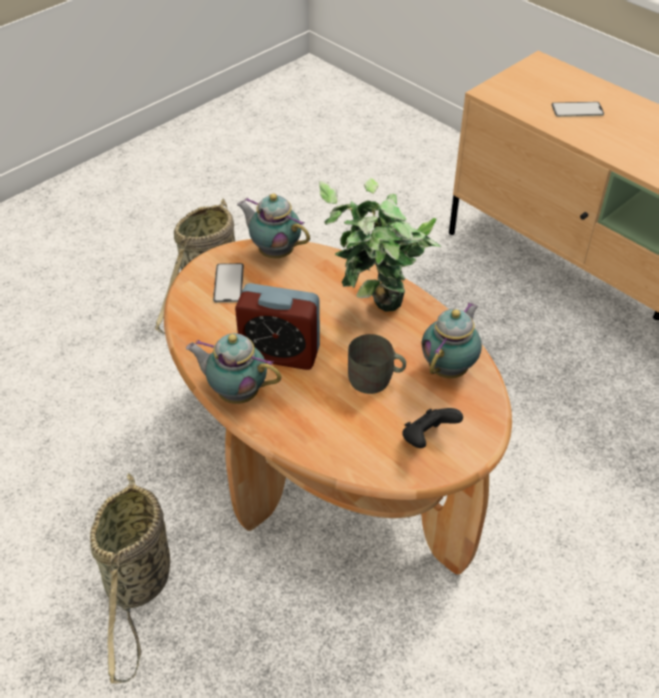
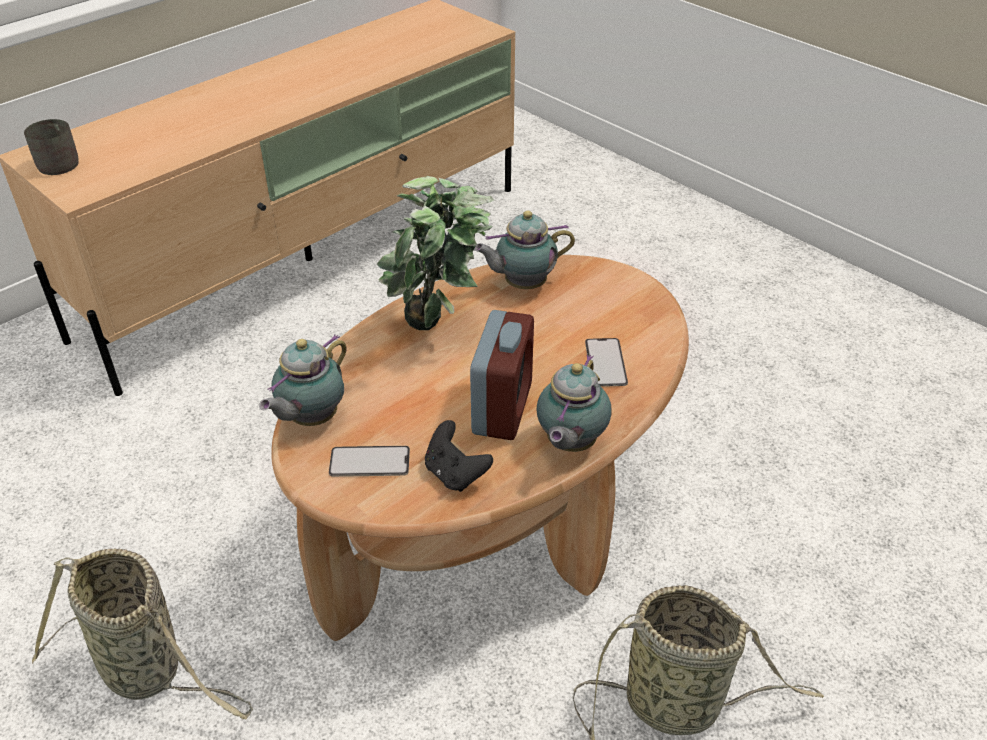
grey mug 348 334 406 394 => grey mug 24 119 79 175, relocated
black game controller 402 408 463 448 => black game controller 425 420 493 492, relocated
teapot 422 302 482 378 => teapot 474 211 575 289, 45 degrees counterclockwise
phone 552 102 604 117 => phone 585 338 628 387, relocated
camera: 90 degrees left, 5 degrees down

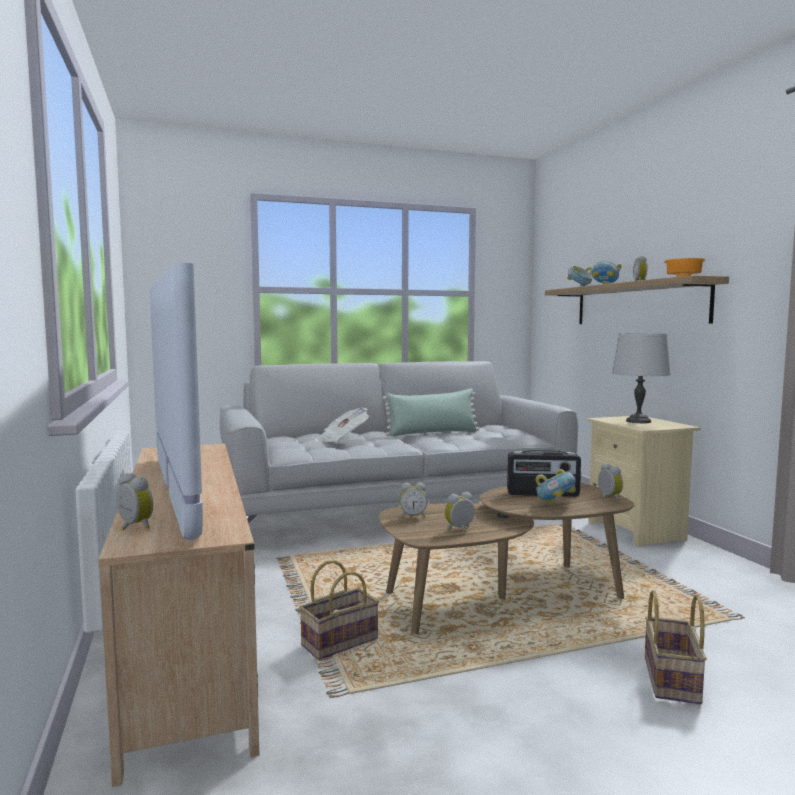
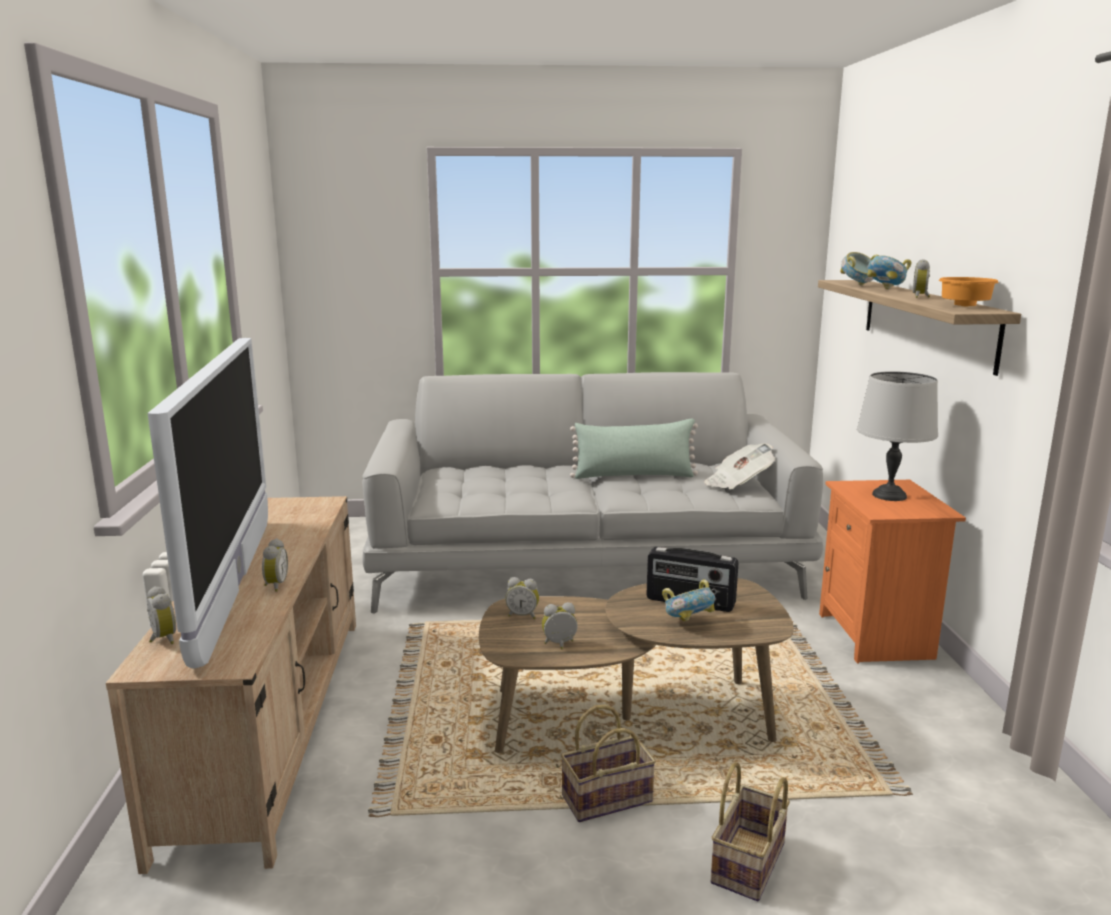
basket 299 560 379 660 => basket 561 704 656 822, relocated
newspaper 315 408 369 442 => newspaper 704 443 775 489, relocated
beige nightstand 587 416 701 547 => orange nightstand 819 480 966 663
alarm clock 598 463 623 501 => alarm clock 262 538 288 592, relocated
camera: 15 degrees right, 10 degrees up

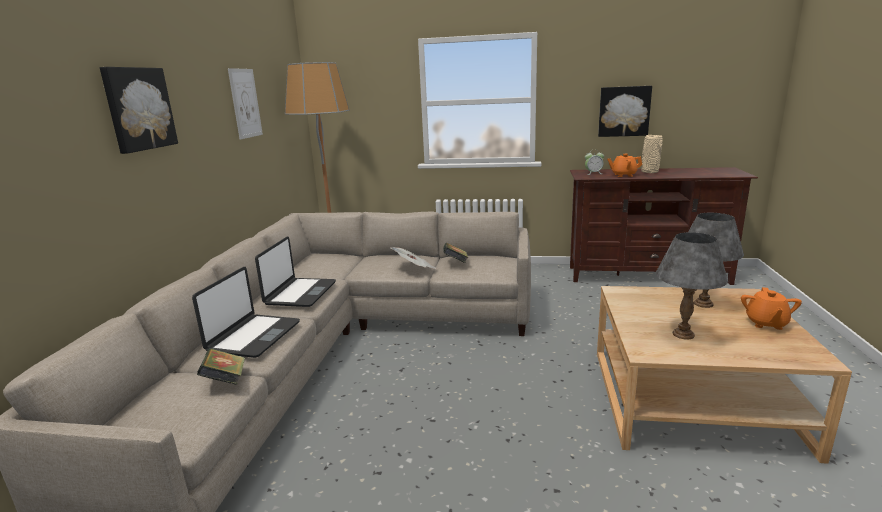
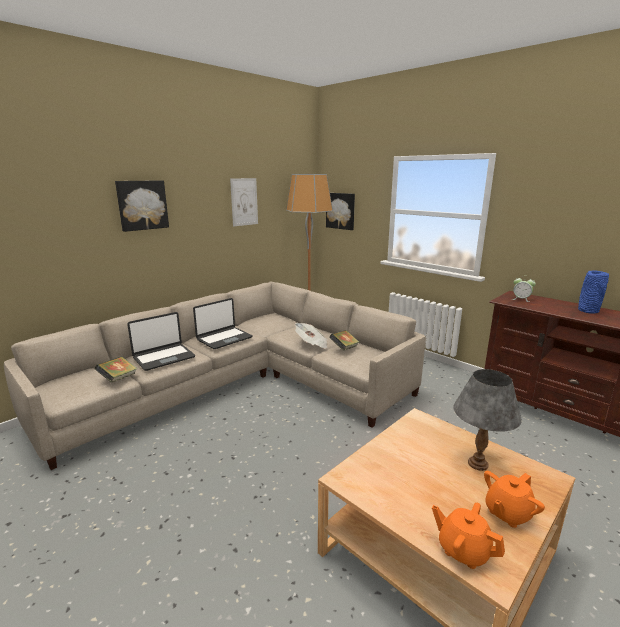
picture 598 86 652 137 => picture 326 193 355 230, relocated
orange teapot 607 154 642 177 => orange teapot 432 503 505 569, relocated
beige vase 641 135 663 173 => blue vase 578 270 609 314
grey table lamp 656 232 728 339 => nothing
camera: 35 degrees right, 0 degrees up

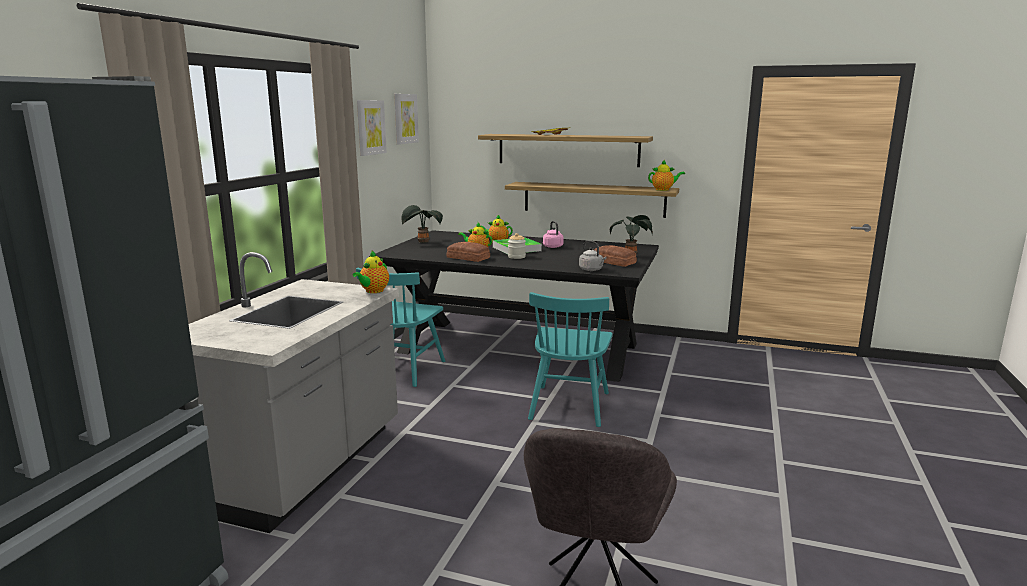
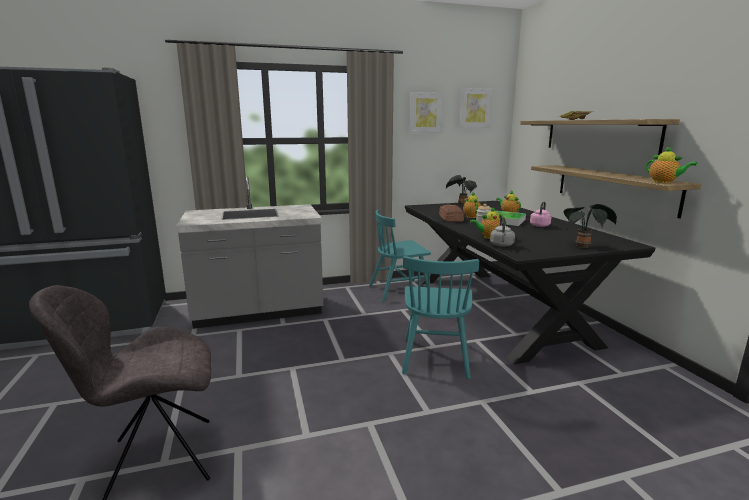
teapot 353 251 389 293 => teapot 470 206 507 239, relocated
turquoise chair 528 292 613 427 => turquoise chair 402 256 479 379, 60 degrees counterclockwise
bread 594 245 637 267 => nothing
camera: 55 degrees right, 0 degrees up

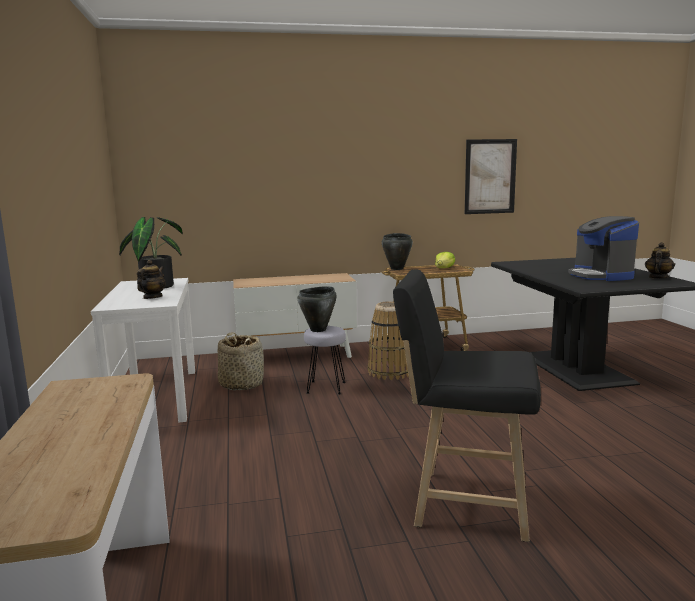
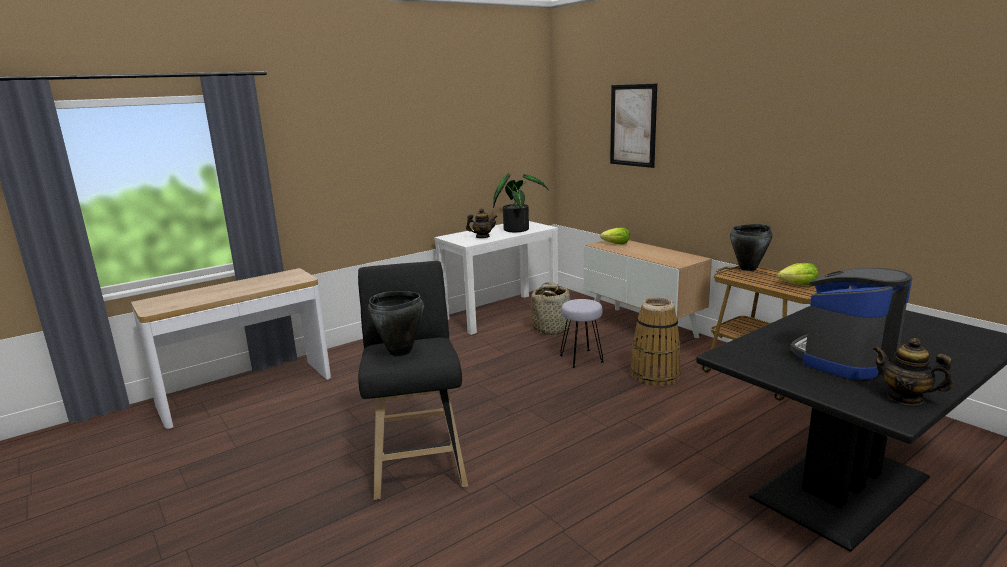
black cooking pot 298 286 337 332 => black cooking pot 368 291 424 356, relocated
picture 465 139 517 214 => picture 610 83 657 168, relocated
teapot 645 242 675 279 => teapot 873 338 953 405, 150 degrees counterclockwise
nothing => lettuce 600 228 629 245
camera: 65 degrees right, 5 degrees up

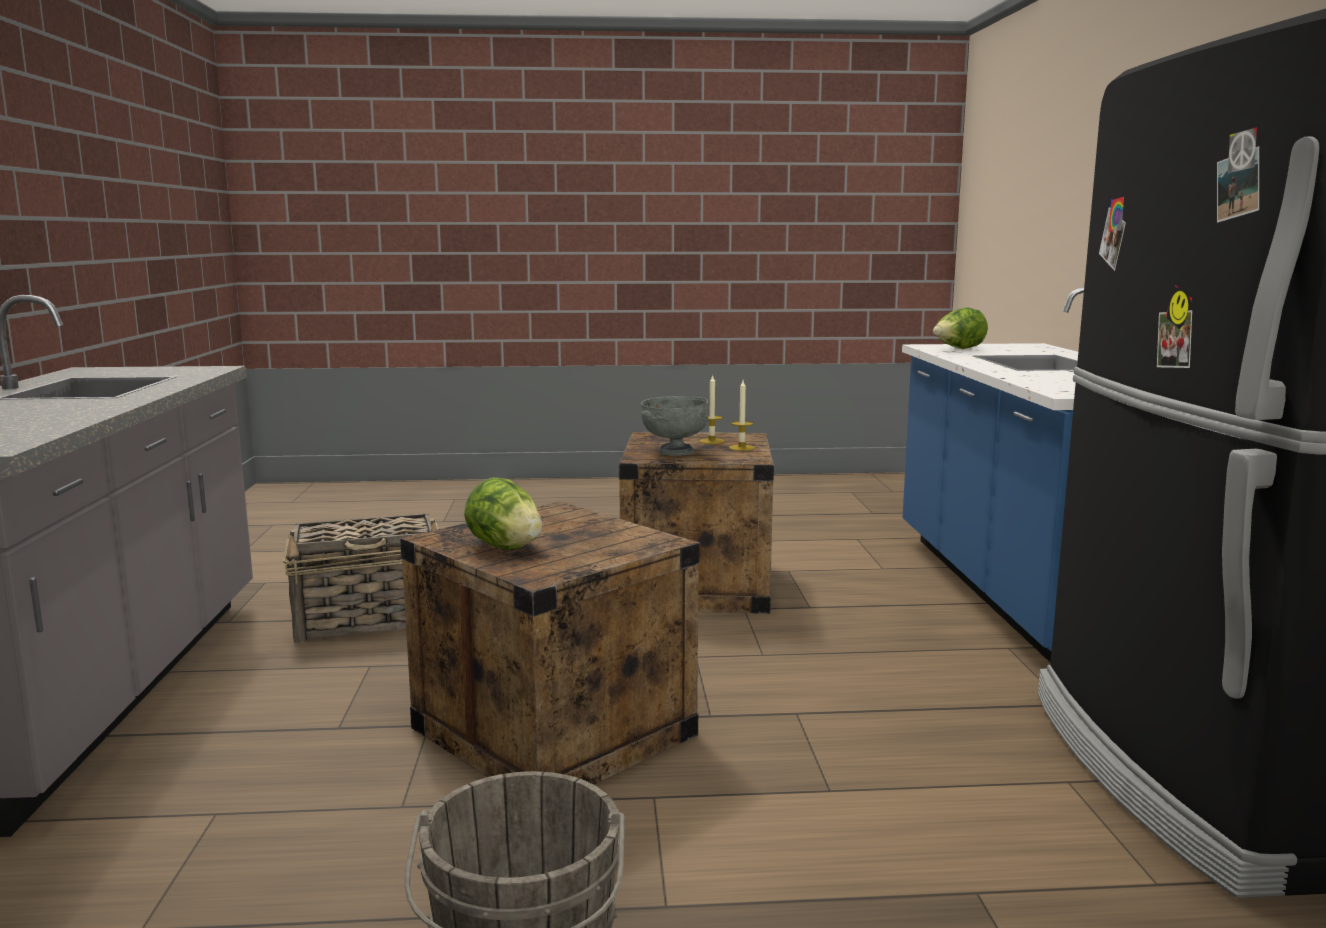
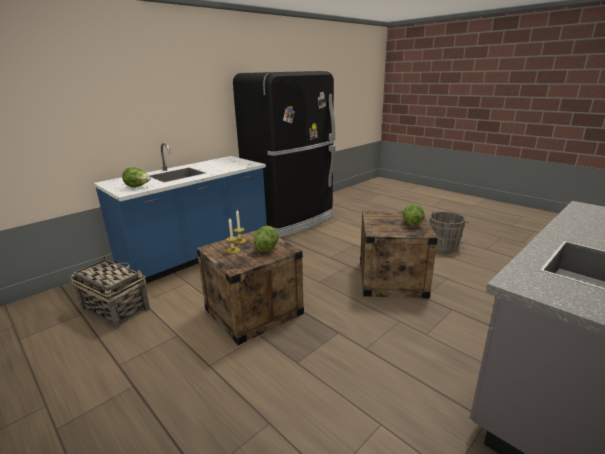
basket 283 513 439 643 => basket 71 255 150 329, relocated
grey bowl 641 396 709 456 => lettuce 254 226 279 252
camera: 130 degrees left, 10 degrees up

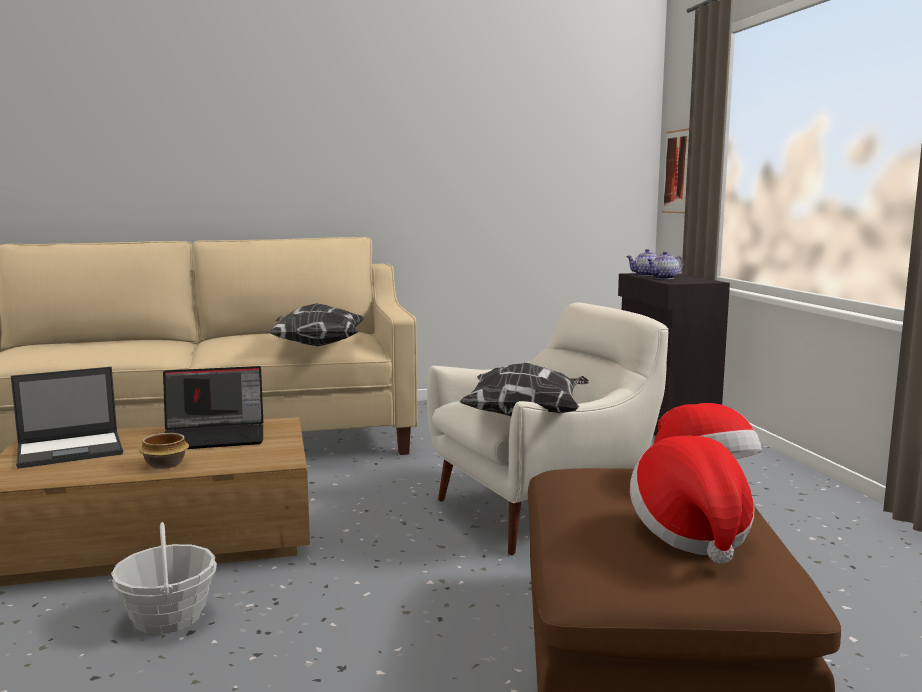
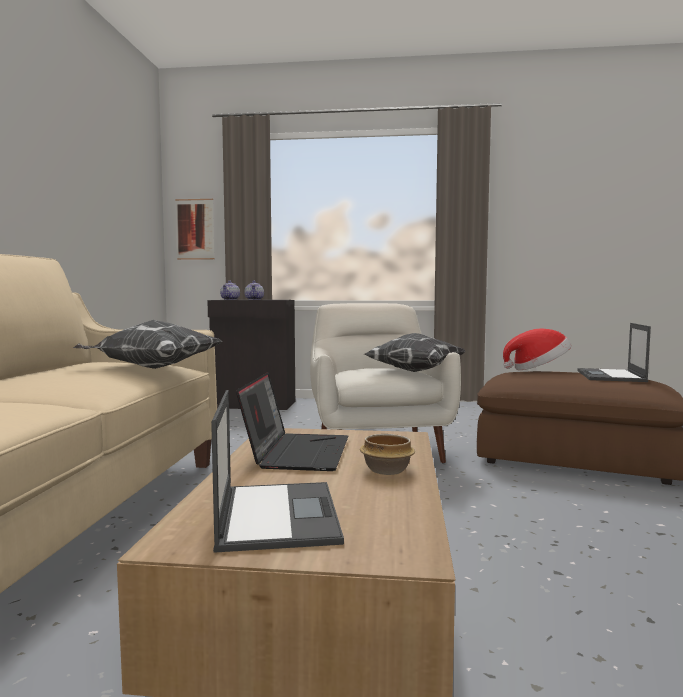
basket 111 522 217 634 => nothing
hat 630 436 755 564 => laptop 578 323 651 382
camera: 70 degrees left, 5 degrees down

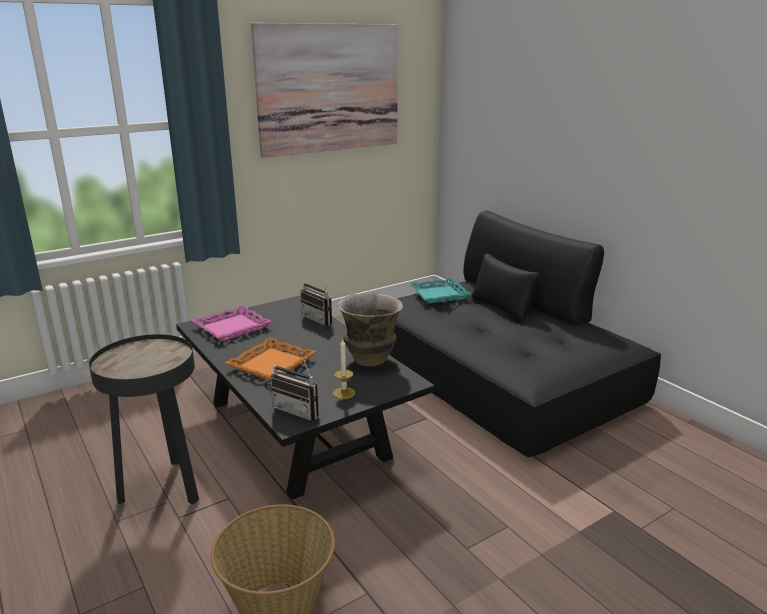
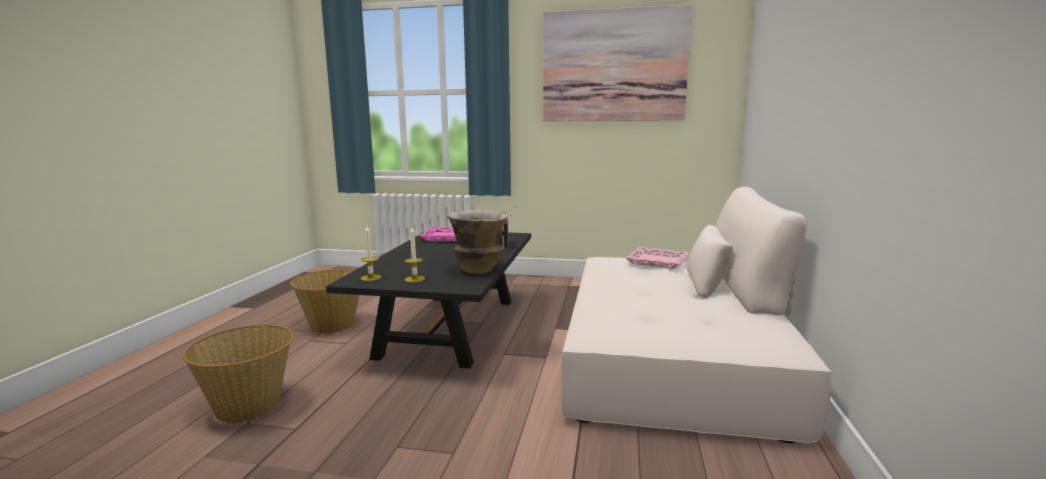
black side table 89 334 199 505 => basket 290 269 359 334
orange tray 225 337 316 381 => nothing
radio 270 351 319 421 => candle 361 226 381 281
black sofa 389 210 661 457 => beige sofa 561 187 831 443
turquoise tray 409 278 472 304 => pink tray 625 247 689 269
camera: 45 degrees right, 10 degrees down

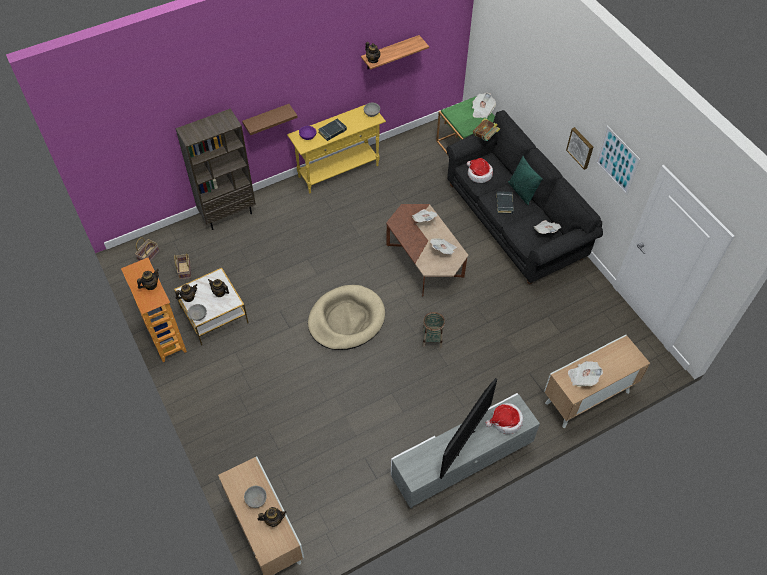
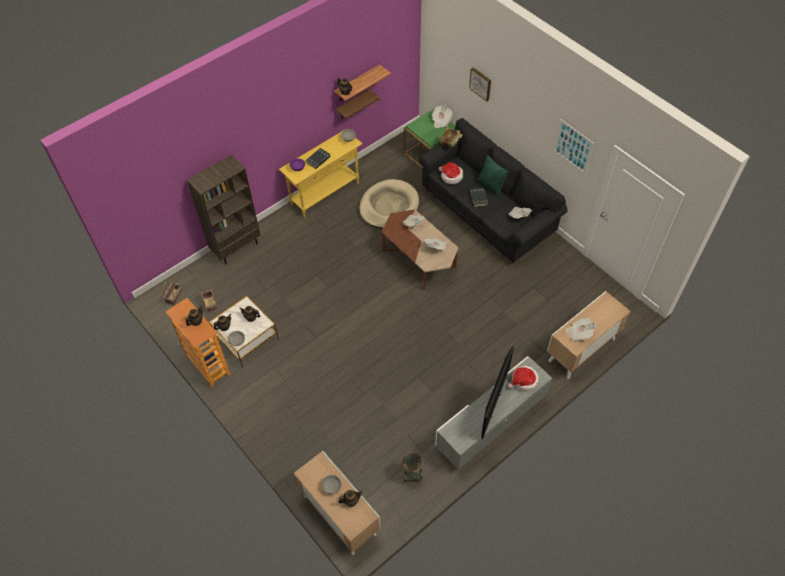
brown shelf 242 104 298 135 => brown shelf 336 89 380 119, relocated
beige dog bed 308 285 385 350 => beige dog bed 359 179 419 229, relocated
basket 422 312 445 348 => basket 401 452 423 485, relocated
picture 566 127 593 170 => picture 469 68 491 101, relocated
camera: 10 degrees left, 0 degrees up

